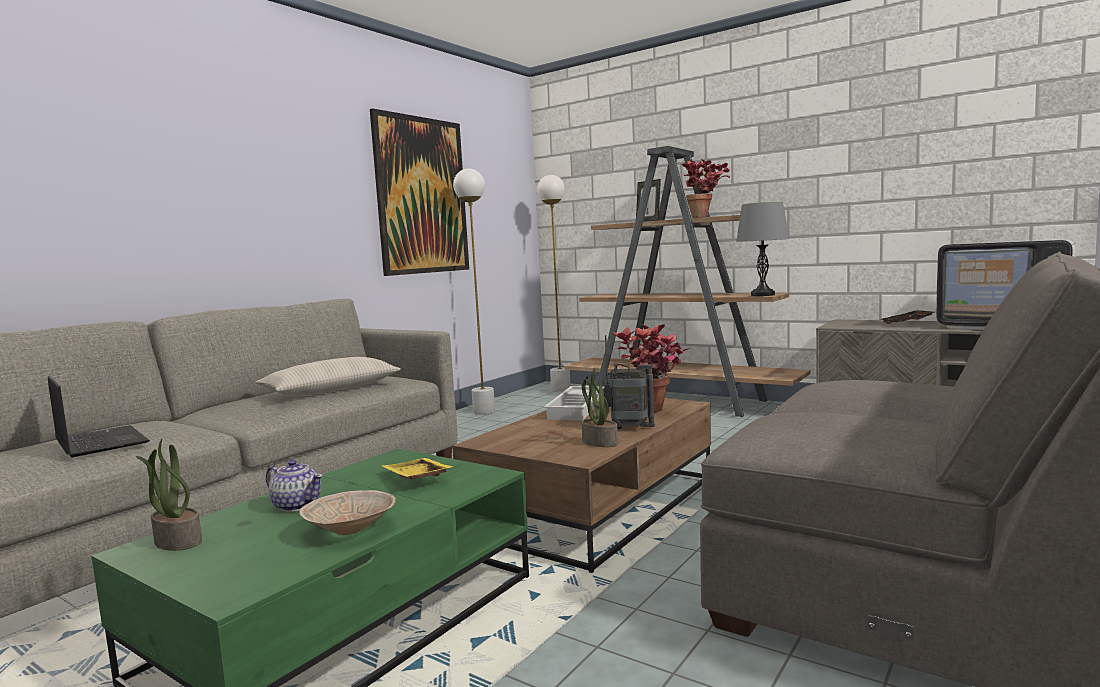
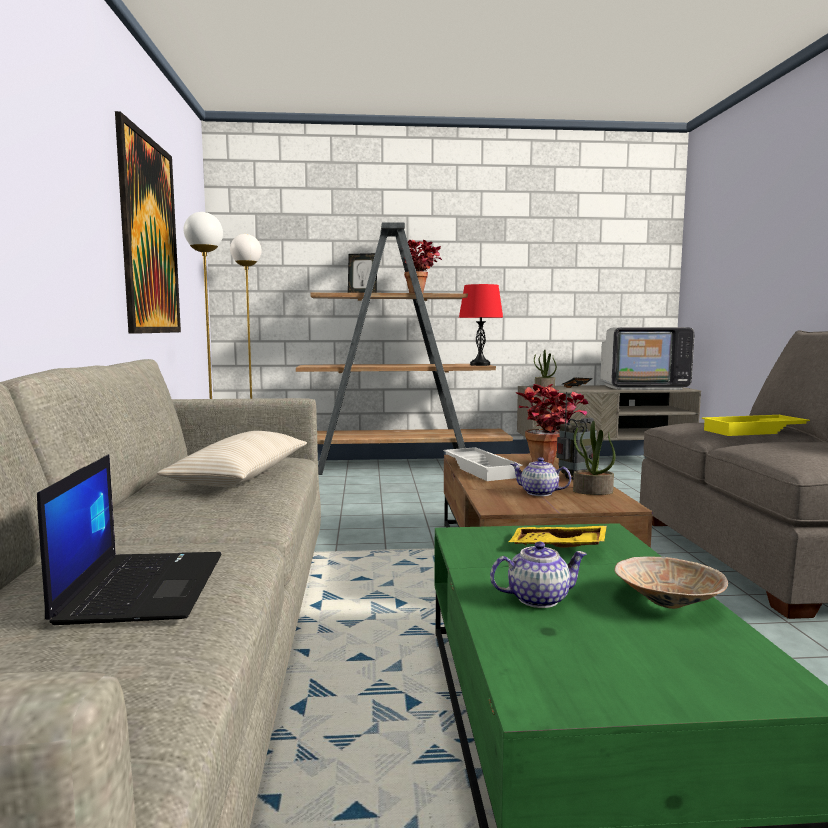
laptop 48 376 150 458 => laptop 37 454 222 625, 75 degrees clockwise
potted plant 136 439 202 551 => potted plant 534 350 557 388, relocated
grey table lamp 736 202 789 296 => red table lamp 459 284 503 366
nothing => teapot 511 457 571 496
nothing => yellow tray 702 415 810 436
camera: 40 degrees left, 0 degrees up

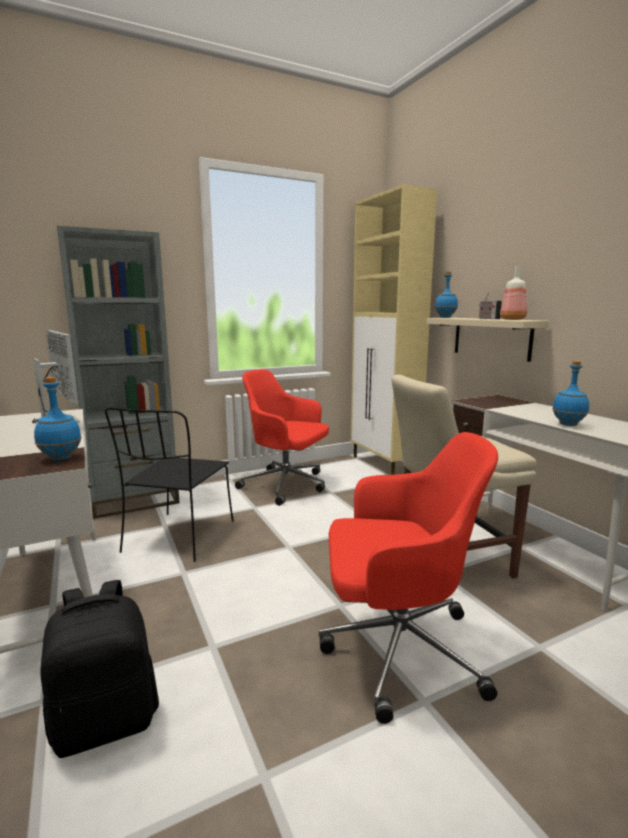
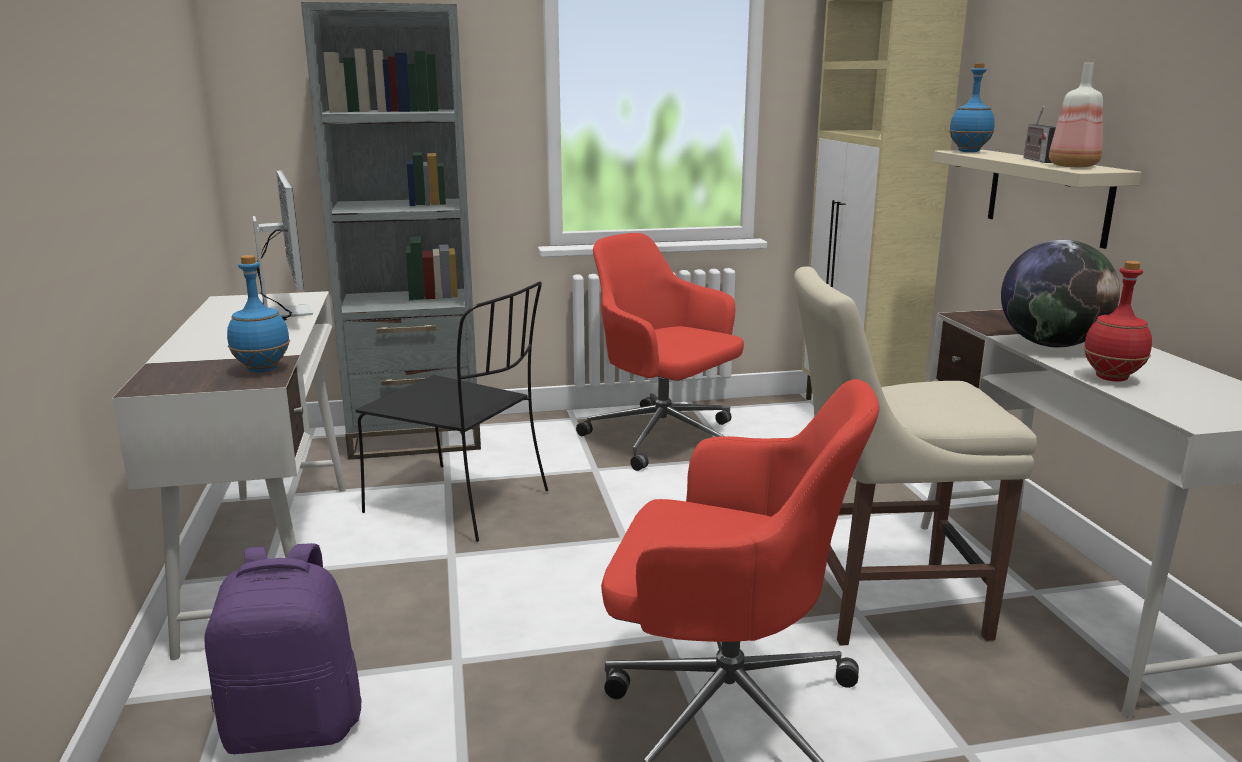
black backpack 40 580 159 758 => purple backpack 204 543 361 754
black chair 105 407 234 562 => black chair 355 281 548 542, 90 degrees counterclockwise
blue bottle 552 361 589 426 => red bottle 1083 261 1152 382
nothing => globe 1001 240 1120 347
camera: 15 degrees right, 5 degrees up

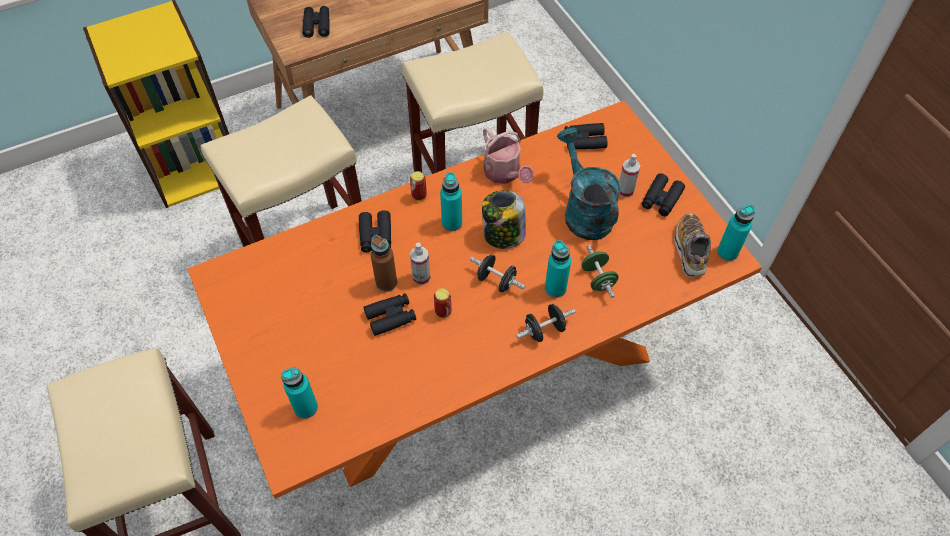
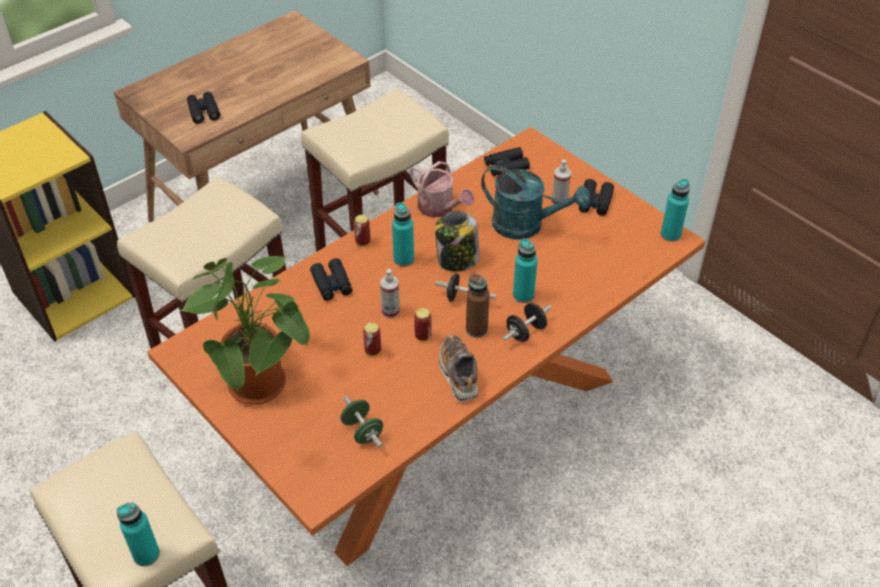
turquoise bottle 281 367 318 419 => turquoise bottle 116 502 160 566, relocated
black binoculars 363 293 416 336 => can 363 322 381 356
brown bottle 371 235 397 292 => brown bottle 466 273 490 338, relocated
turquoise watering can 557 128 621 240 => turquoise watering can 481 165 590 240, 150 degrees clockwise
green dumbbell 581 245 619 298 => green dumbbell 341 396 383 448, relocated
shoe 674 213 711 277 => shoe 439 335 478 402, relocated
nothing => potted plant 180 256 310 405
camera: 15 degrees left, 10 degrees down

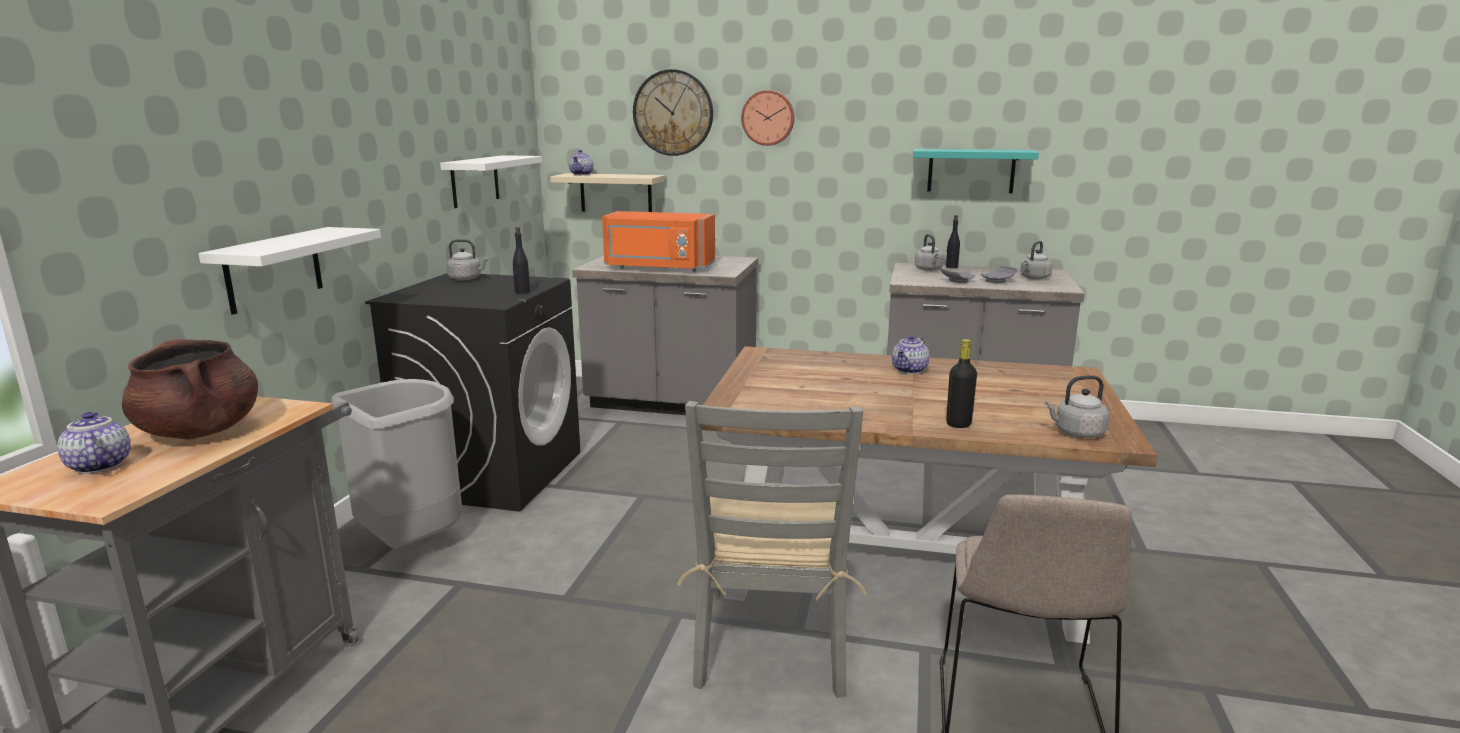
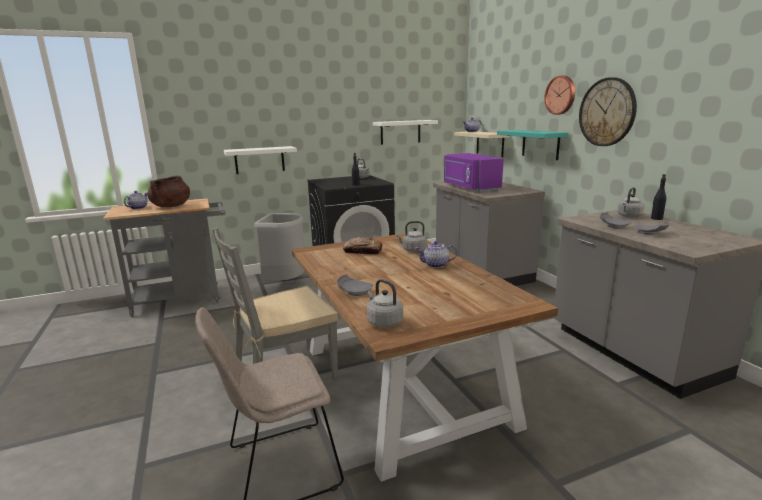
orange microwave 602 211 715 272 => purple microwave 444 153 504 192
wall clock 633 69 713 156 => wall clock 579 77 637 146, relocated
turquoise shelf 913 149 1039 193 => turquoise shelf 497 130 568 160, relocated
black bottle 946 339 977 428 => grey plate 337 274 373 296
grey kettle 1020 241 1053 280 => grey kettle 396 221 427 252, relocated
nothing => bread 343 237 383 255
camera: 55 degrees right, 0 degrees up

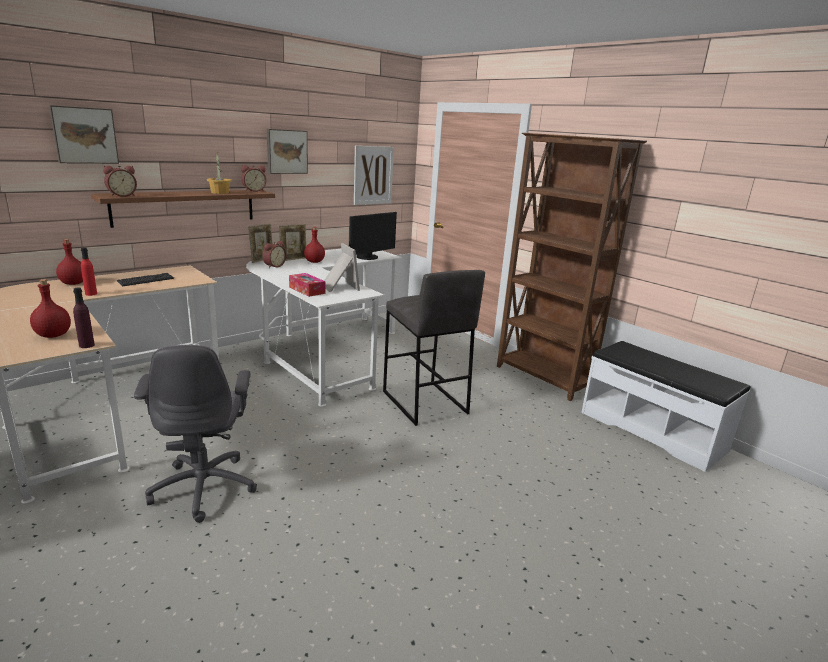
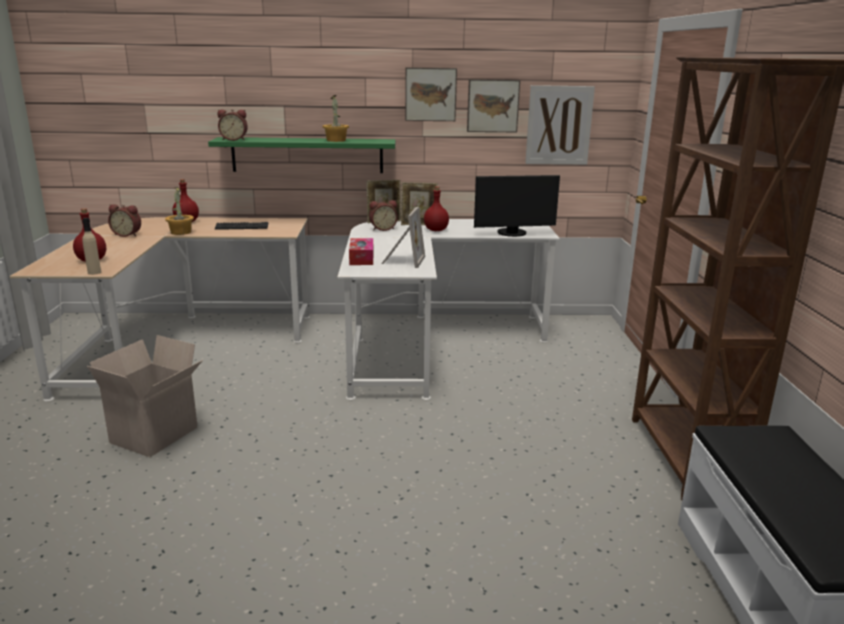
picture 49 105 119 164 => picture 467 79 520 133, relocated
purple bottle 73 288 95 348 => beige bottle 82 218 101 275
red bottle 81 248 97 296 => potted plant 165 187 194 235
brown shelf 91 190 275 228 => green shelf 208 137 395 173
grey office chair 134 345 257 523 => cardboard box 87 335 203 457
alarm clock 241 165 266 192 => alarm clock 108 204 141 237, relocated
grey stool 383 270 485 426 => nothing
camera: 40 degrees right, 0 degrees up

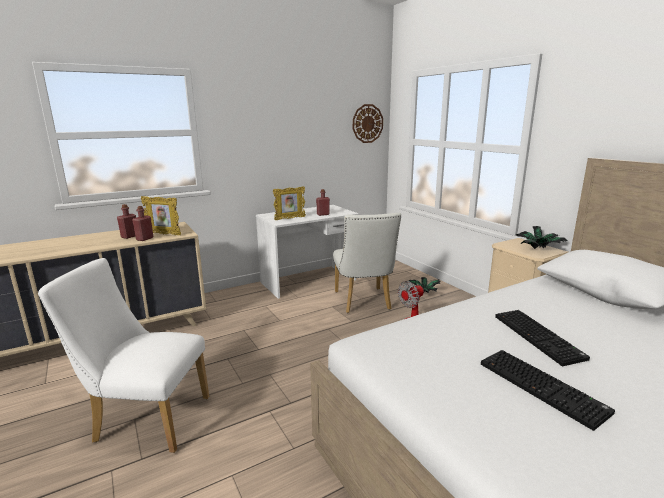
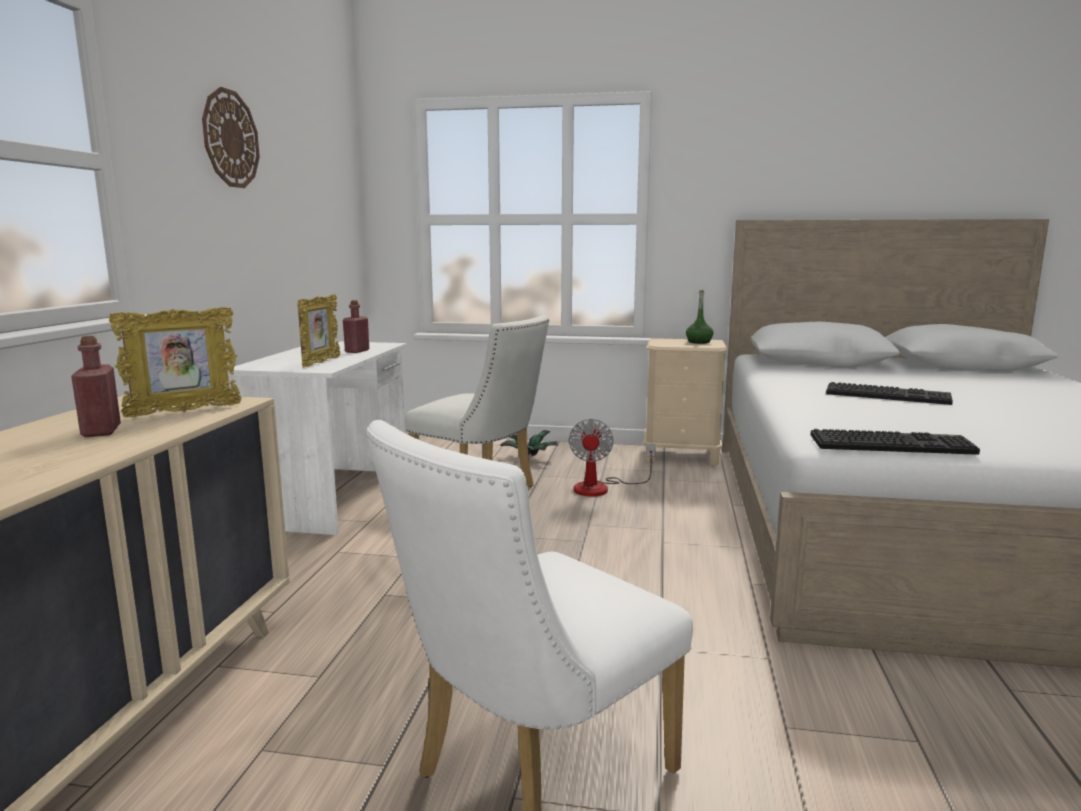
red bottle 132 206 153 241 => nothing
wall clock 353 104 383 143 => wall clock 202 87 260 188, relocated
keyboard 481 350 615 431 => keyboard 811 429 980 455, relocated
potted plant 516 226 567 249 => green bottle 686 290 713 344
camera: 50 degrees left, 5 degrees down

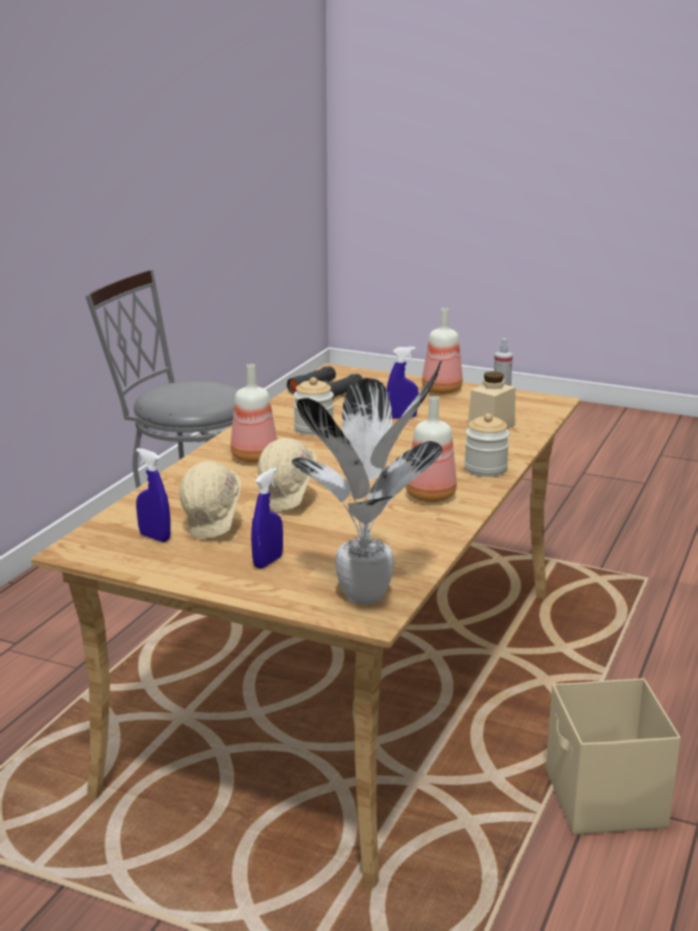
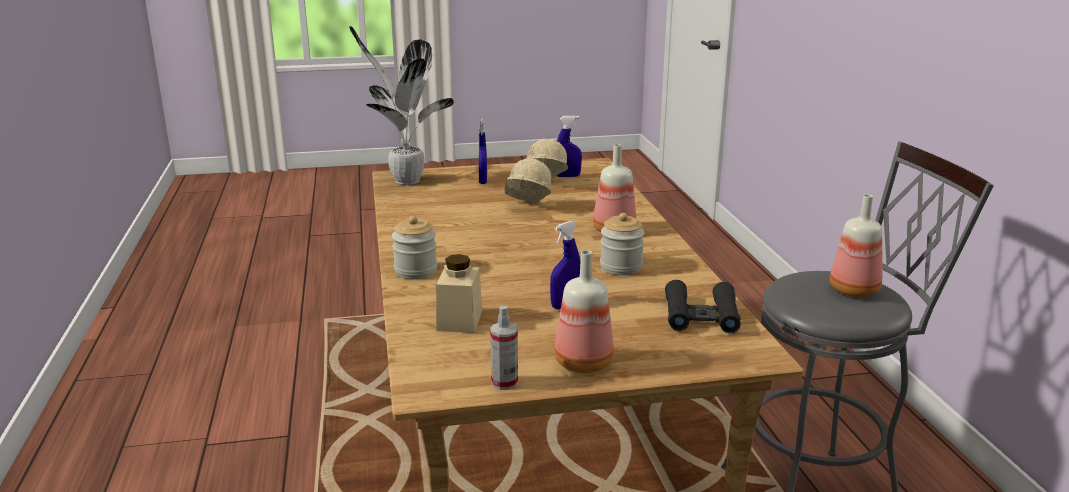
bottle 406 396 457 502 => bottle 830 194 882 297, relocated
beige storage box 546 678 681 835 => nothing
camera: 145 degrees right, 0 degrees up

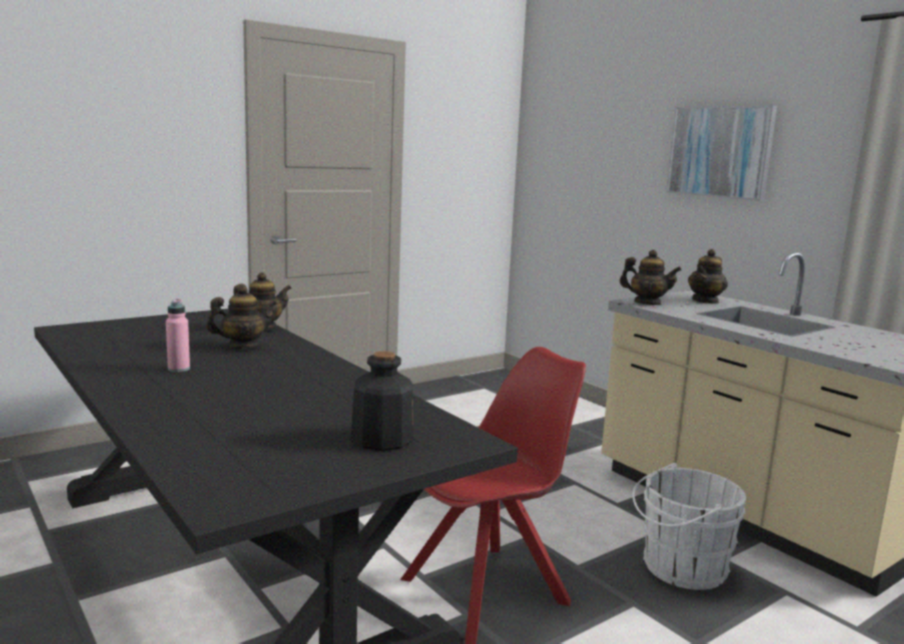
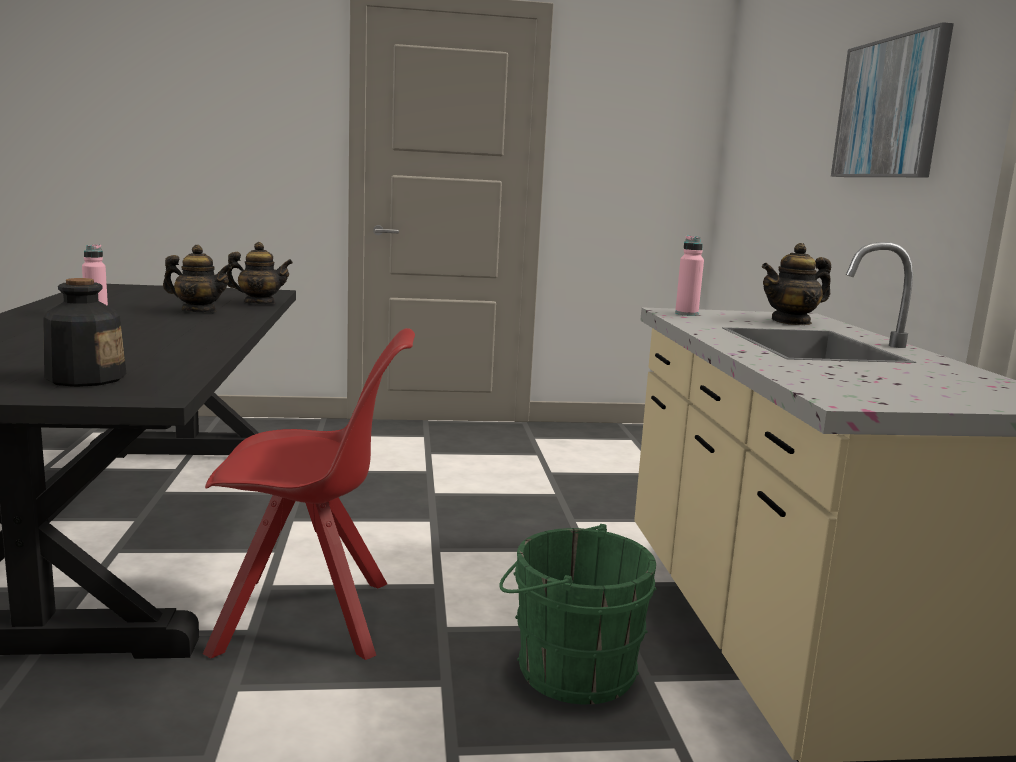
teapot 620 250 681 305 => pink bottle 675 236 704 316
white bucket 632 463 746 590 => green bucket 499 524 656 704
camera: 30 degrees right, 0 degrees up

